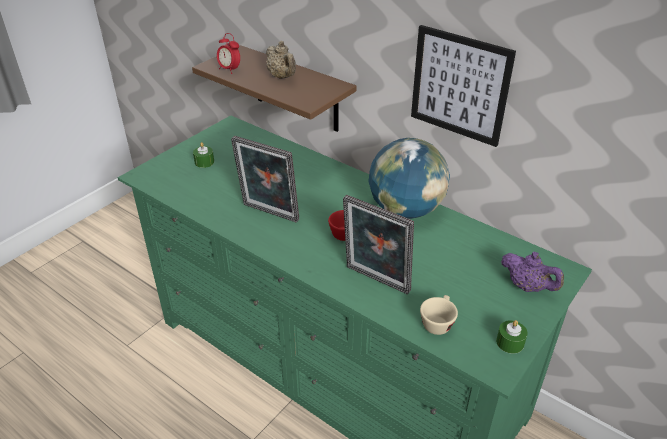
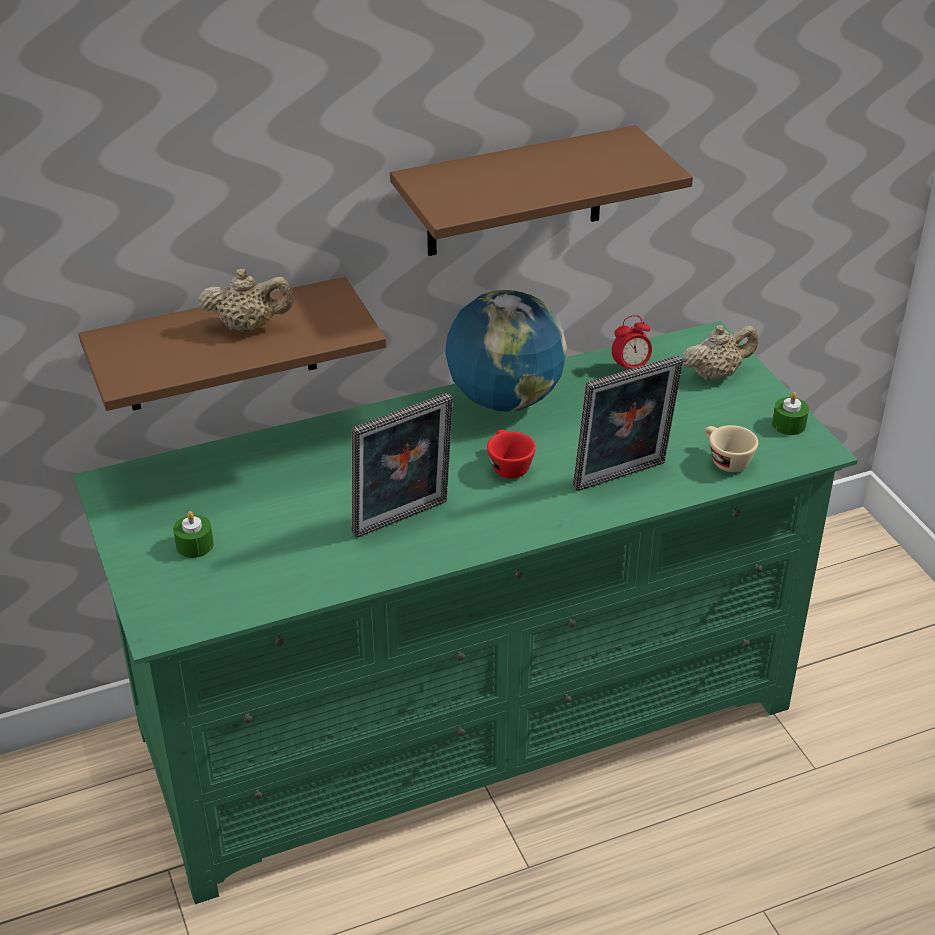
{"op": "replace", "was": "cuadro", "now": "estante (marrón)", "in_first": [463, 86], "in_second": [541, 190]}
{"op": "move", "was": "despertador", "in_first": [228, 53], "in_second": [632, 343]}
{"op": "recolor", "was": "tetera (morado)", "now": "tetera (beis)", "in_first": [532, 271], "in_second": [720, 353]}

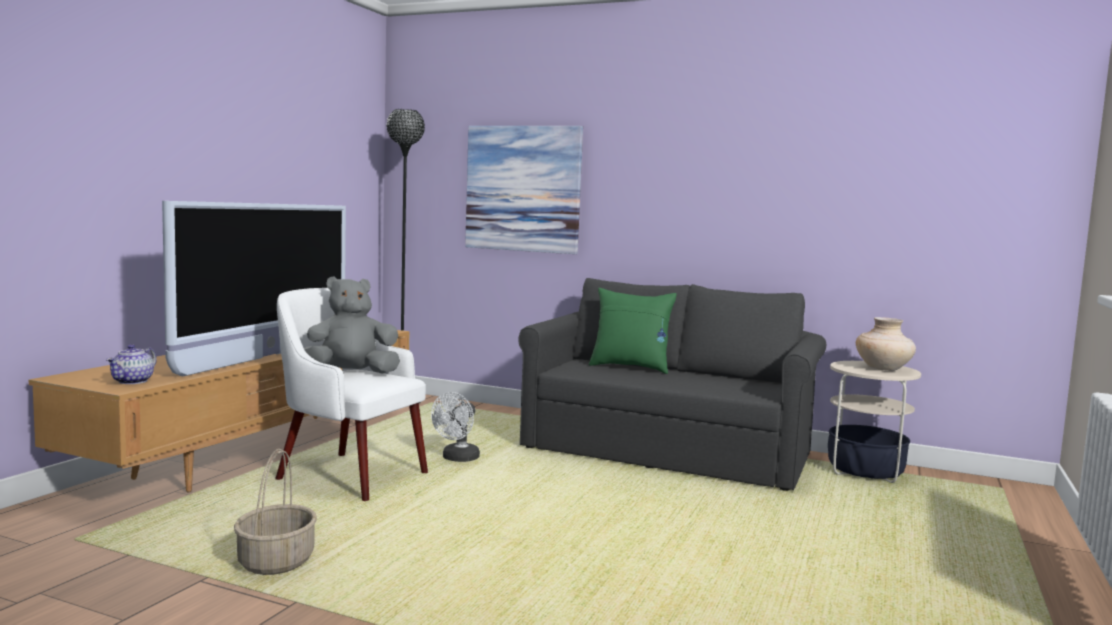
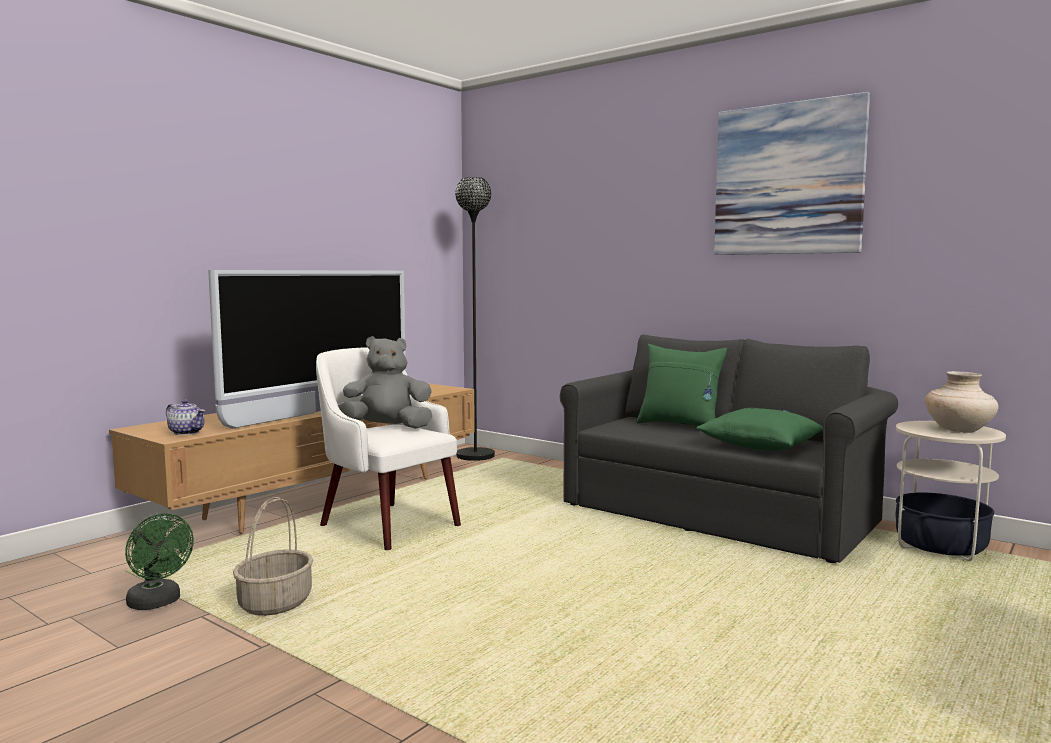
{"op": "insert", "now": "ventilador (verde)", "in_second": [159, 561]}
{"op": "rotate", "was": "tetera", "in_first": [131, 364], "in_second": [185, 417], "clockwise": -90}
{"op": "insert", "now": "cojín (verde)", "in_second": [759, 429]}
{"op": "move", "was": "cuadro", "in_first": [524, 190], "in_second": [792, 173]}
{"op": "delete", "was": "ventilador (blanco)", "in_first": [455, 427]}

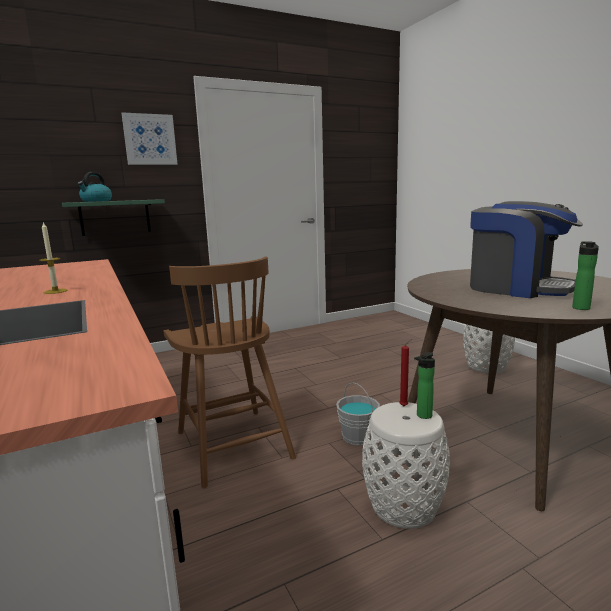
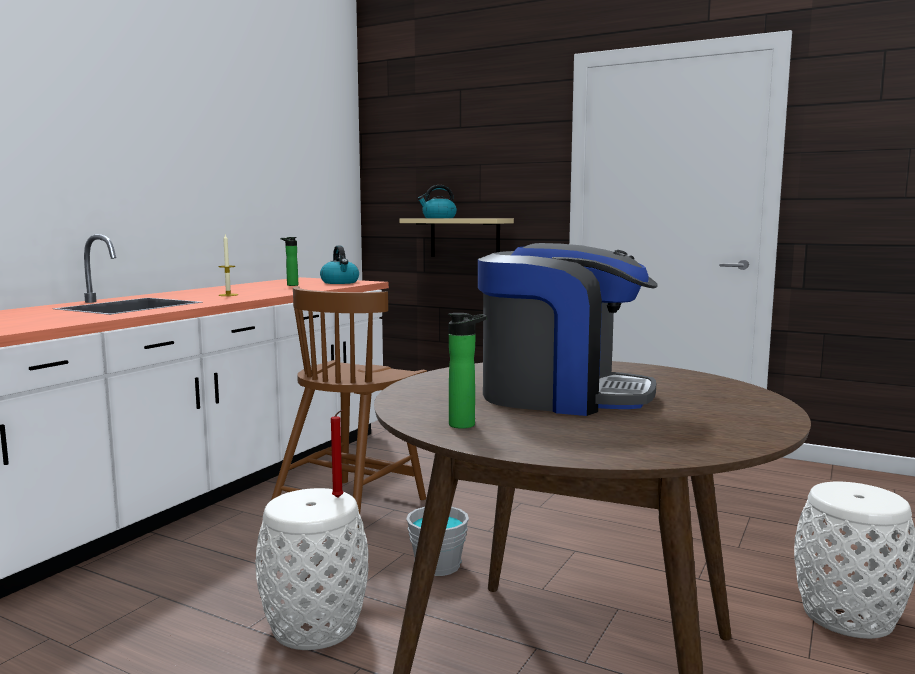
{"op": "move", "was": "botella", "in_first": [424, 385], "in_second": [289, 261]}
{"op": "insert", "now": "hervidor", "in_second": [339, 265]}
{"op": "recolor", "was": "estante (verde)", "now": "estante (beis)", "in_first": [113, 217], "in_second": [456, 237]}
{"op": "rotate", "was": "cafetera", "in_first": [526, 249], "in_second": [568, 329], "clockwise": -75}
{"op": "delete", "was": "cuadro", "in_first": [150, 138]}

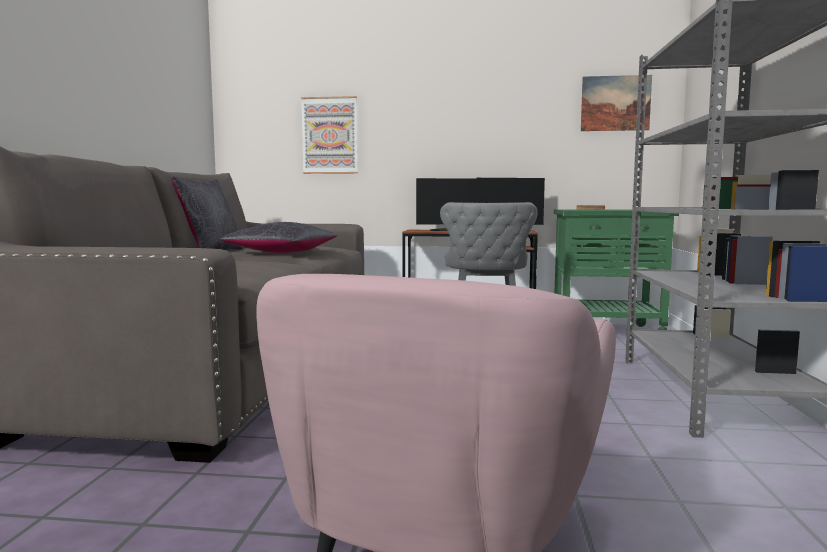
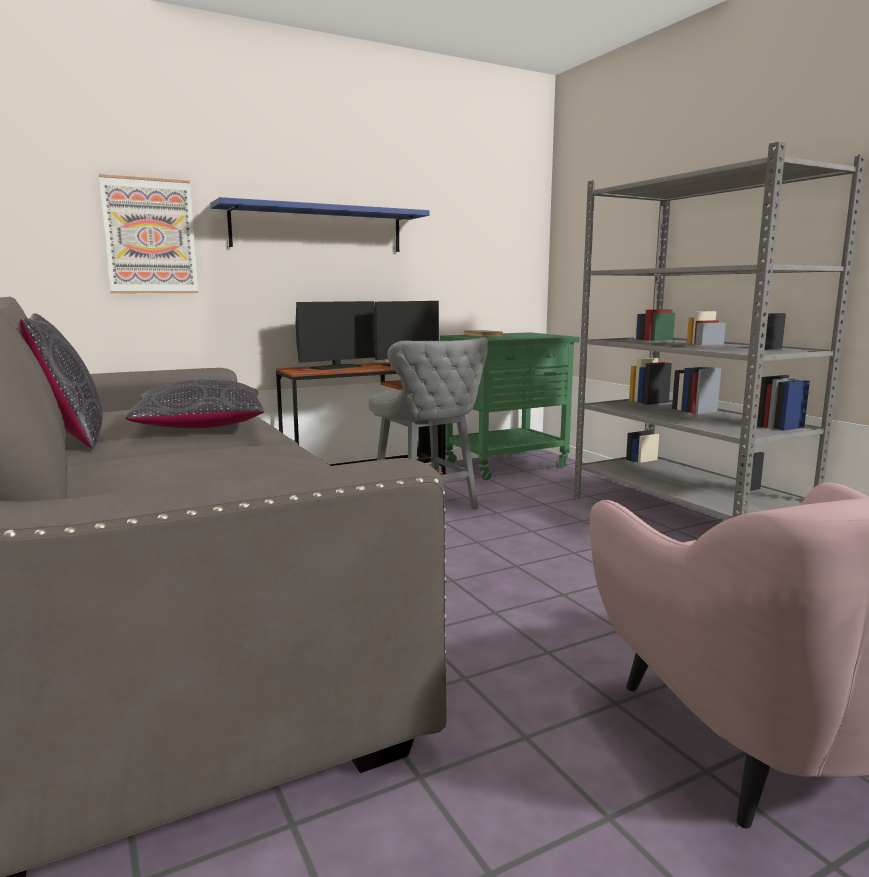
{"op": "insert", "now": "estante (azul)", "in_second": [319, 224]}
{"op": "delete", "was": "cuadro", "in_first": [616, 103]}

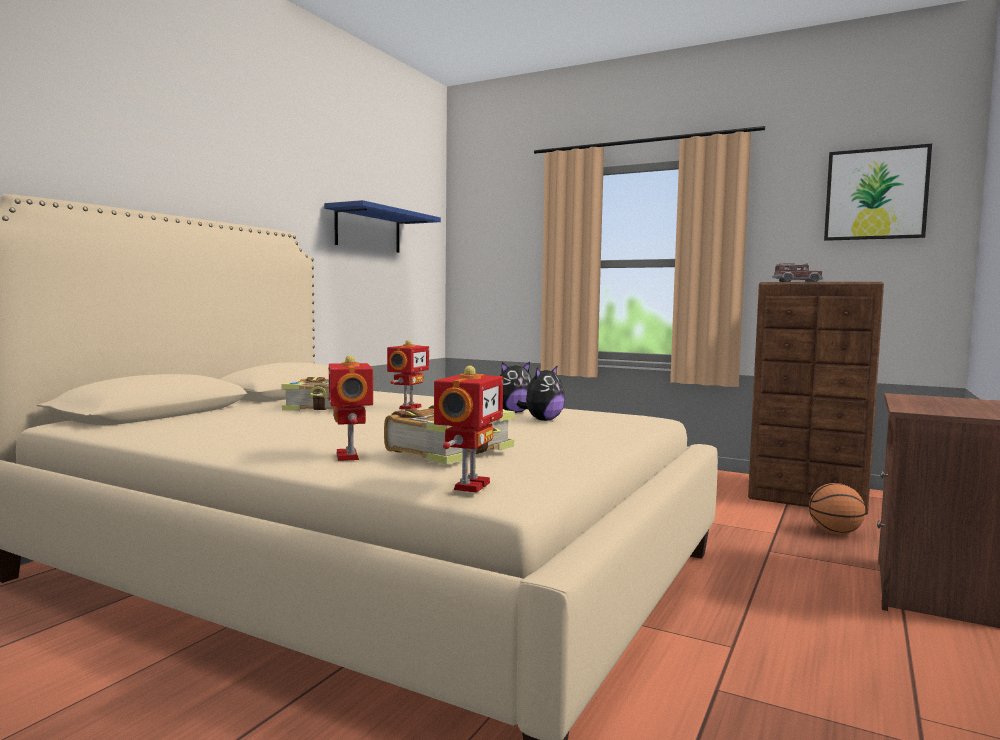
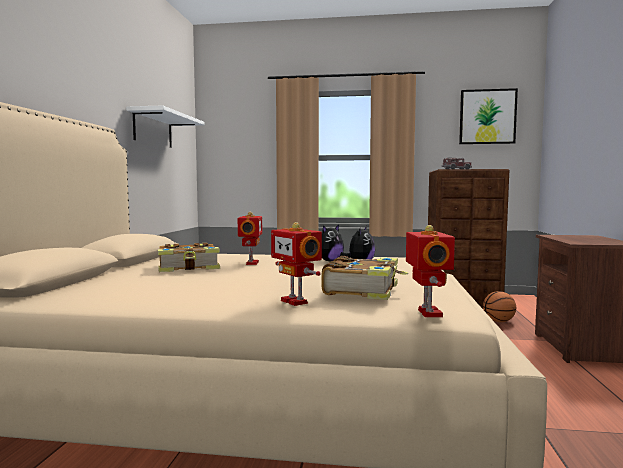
{"op": "recolor", "was": "estante (azul)", "now": "estante (blanco)", "in_first": [382, 226], "in_second": [165, 126]}

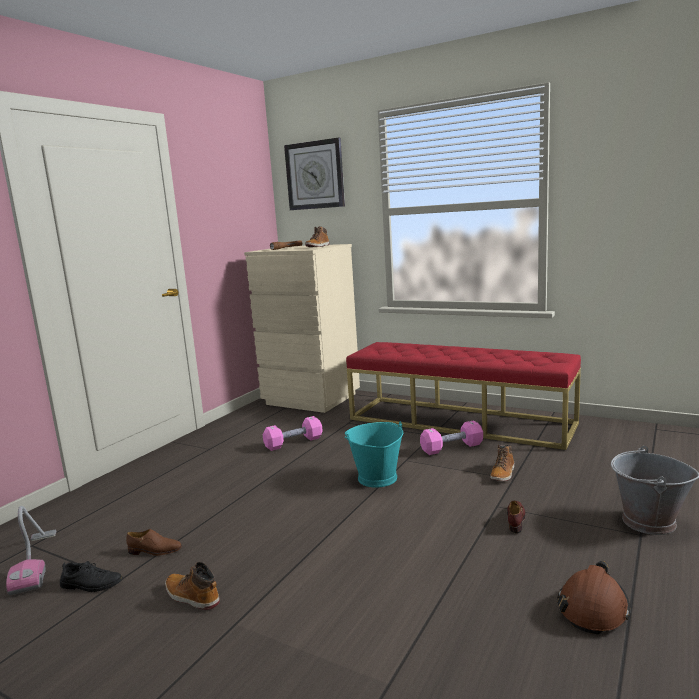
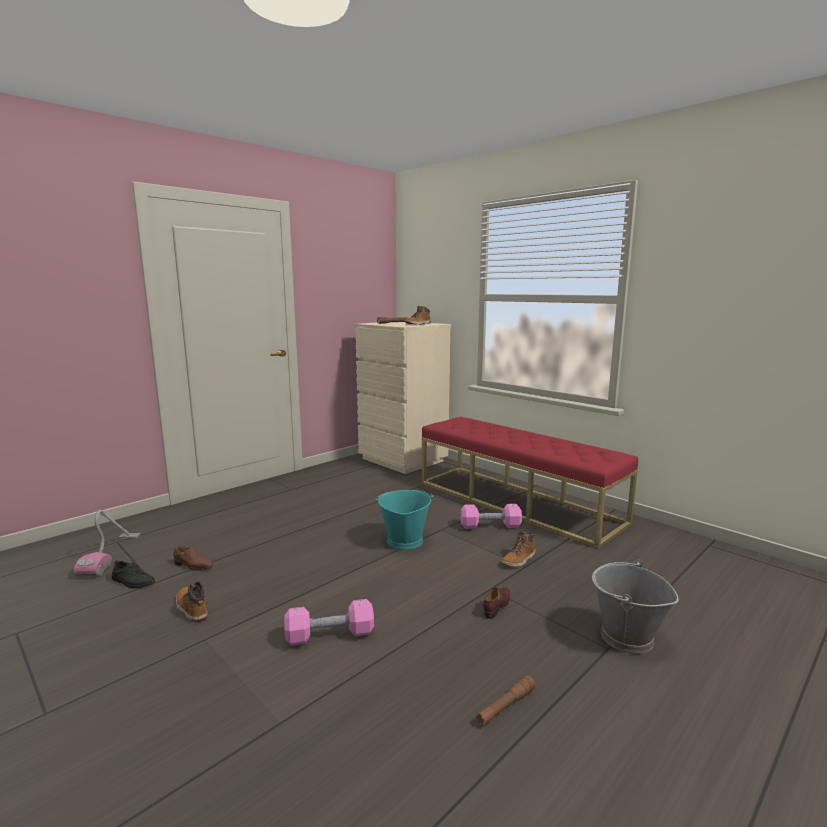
{"op": "move", "was": "mancuerna (rosa)", "in_first": [293, 433], "in_second": [329, 622]}
{"op": "replace", "was": "casco (marrón)", "now": "linterna (marrón)", "in_first": [593, 597], "in_second": [505, 700]}
{"op": "delete", "was": "reloj de pared", "in_first": [314, 174]}

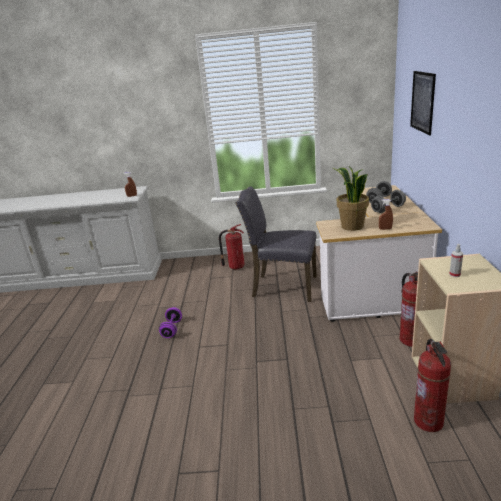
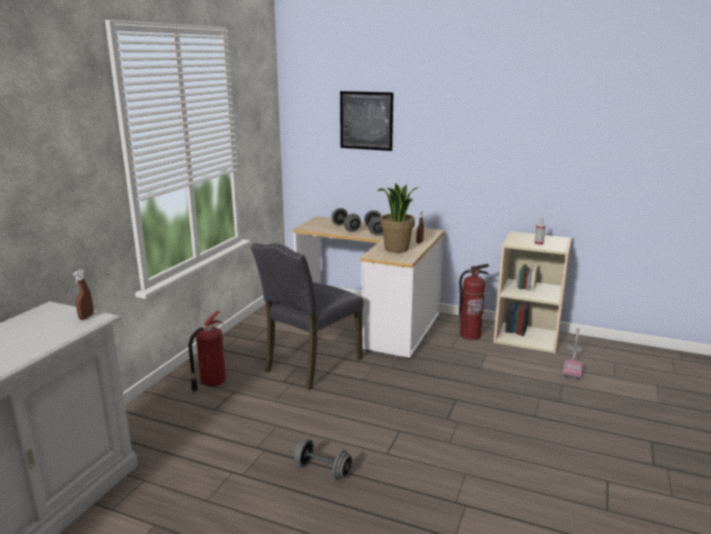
{"op": "recolor", "was": "mancuerna (morado)", "now": "mancuerna (gris)", "in_first": [170, 322], "in_second": [323, 459]}
{"op": "replace", "was": "extintor", "now": "aspiradora", "in_first": [432, 385], "in_second": [573, 353]}

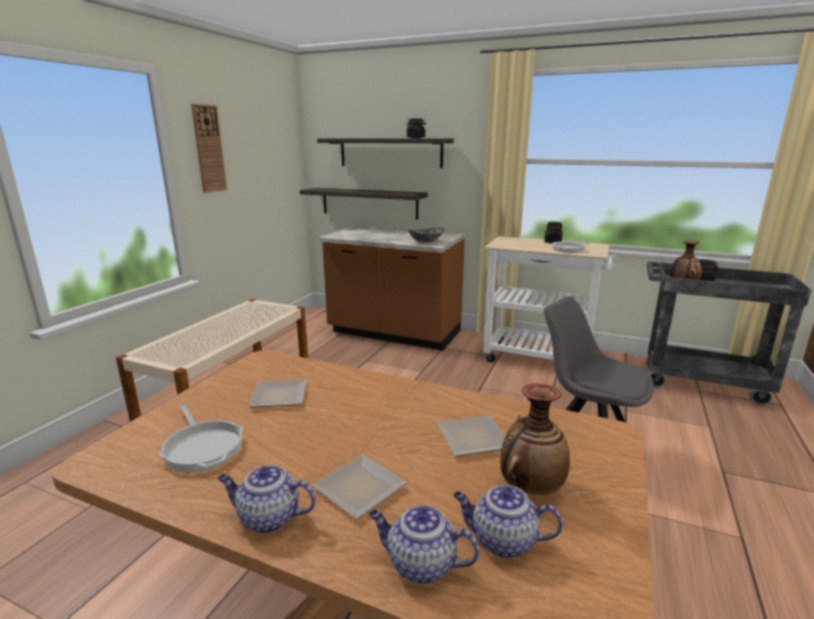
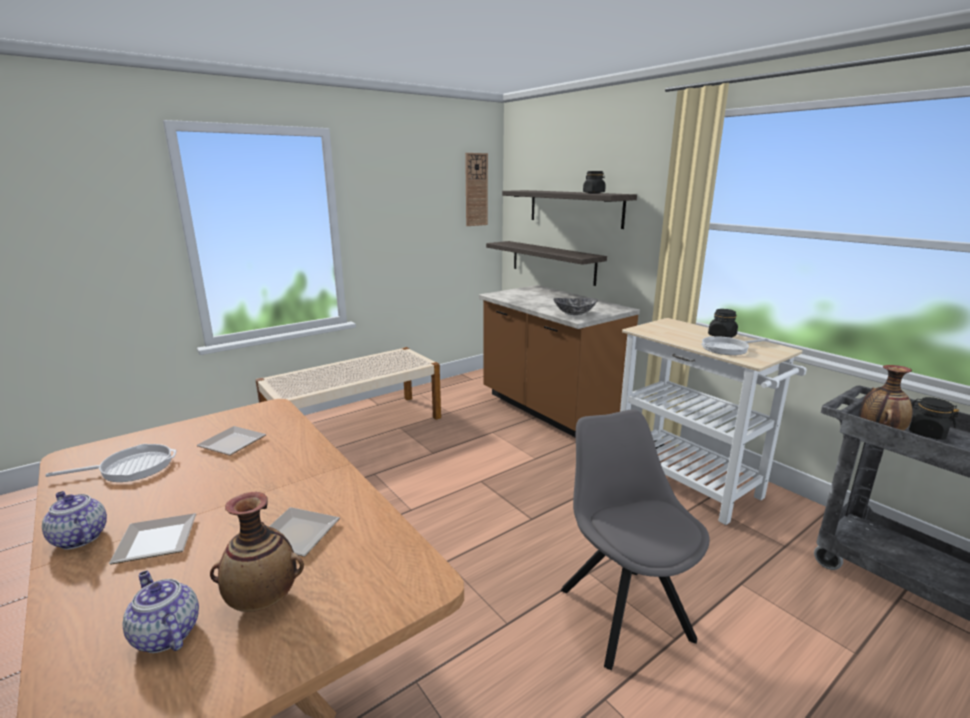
{"op": "rotate", "was": "sartén", "in_first": [201, 438], "in_second": [111, 463], "clockwise": -105}
{"op": "move", "was": "reloj de pared", "in_first": [209, 148], "in_second": [476, 189]}
{"op": "delete", "was": "tetera", "in_first": [424, 544]}

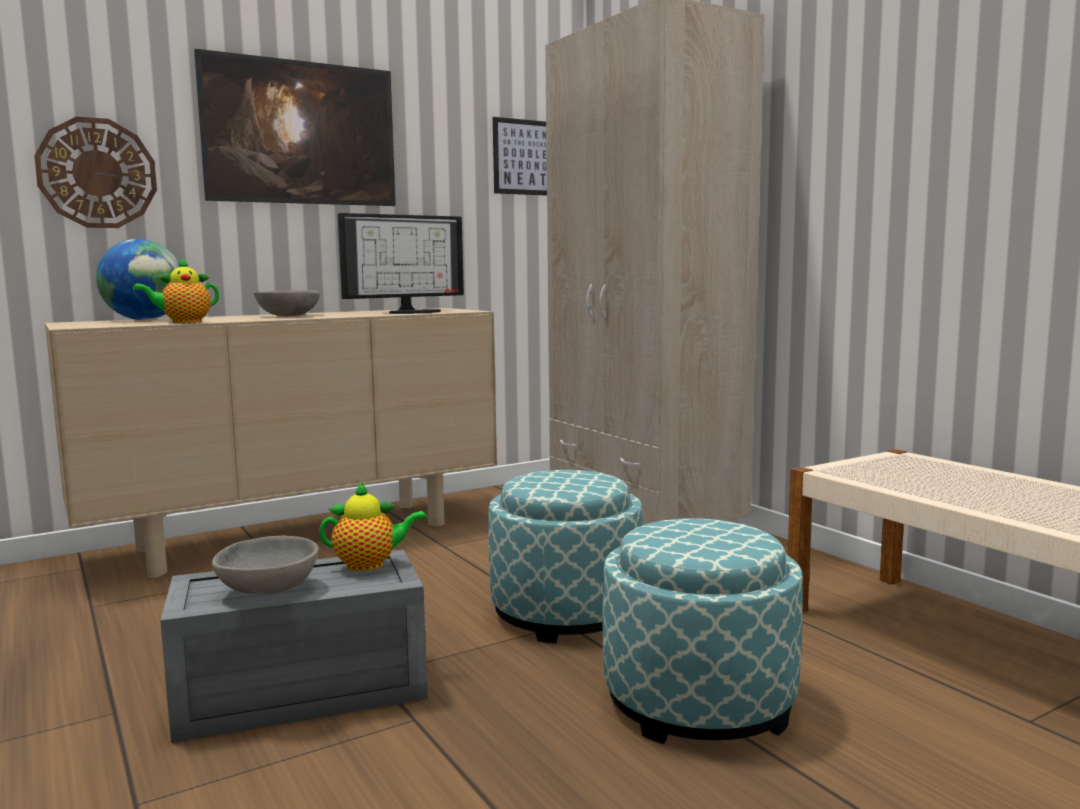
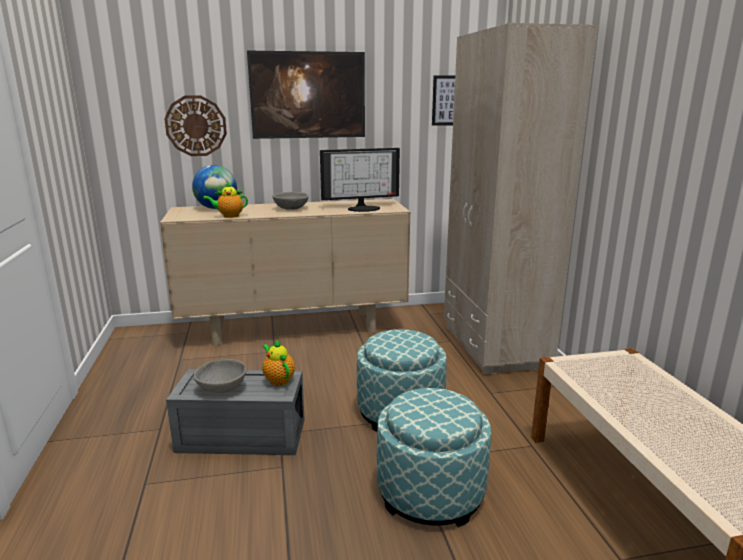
{"op": "rotate", "was": "tetera", "in_first": [373, 526], "in_second": [278, 362], "clockwise": -135}

